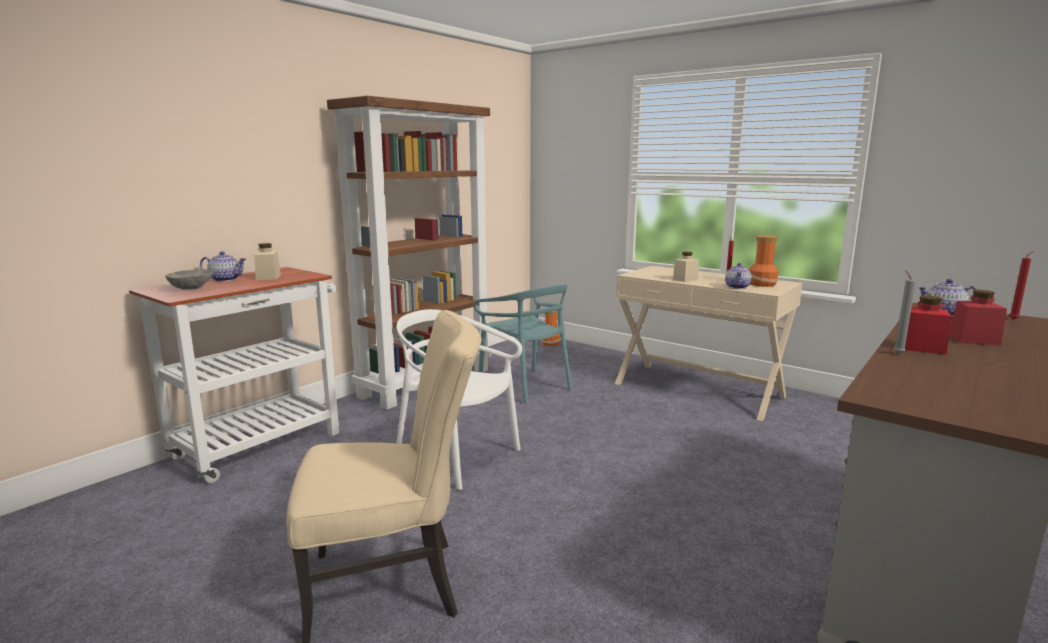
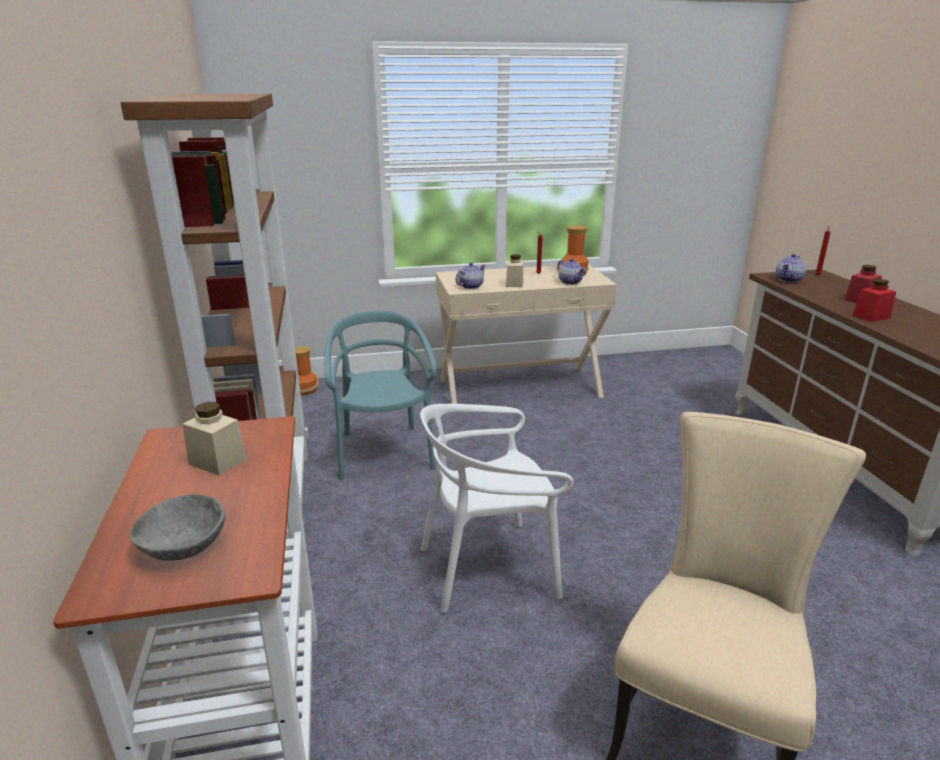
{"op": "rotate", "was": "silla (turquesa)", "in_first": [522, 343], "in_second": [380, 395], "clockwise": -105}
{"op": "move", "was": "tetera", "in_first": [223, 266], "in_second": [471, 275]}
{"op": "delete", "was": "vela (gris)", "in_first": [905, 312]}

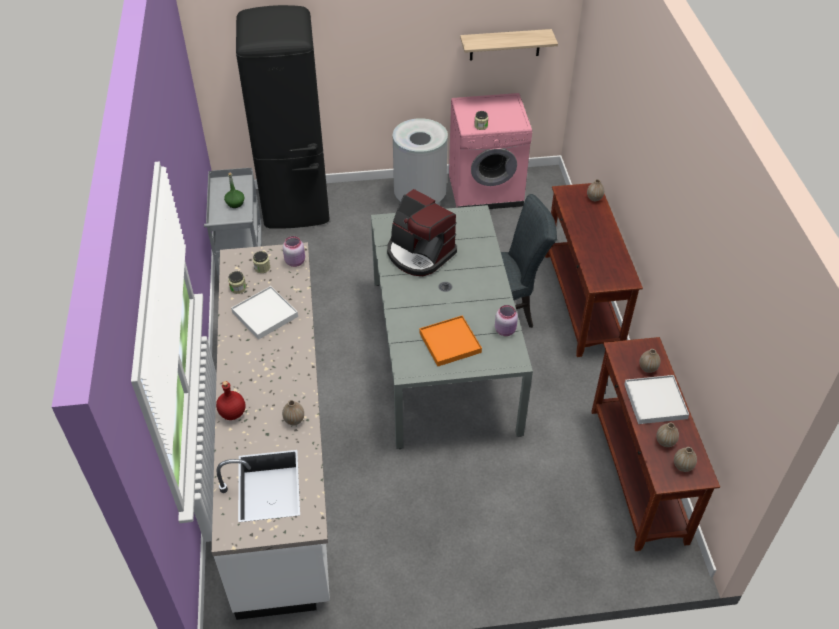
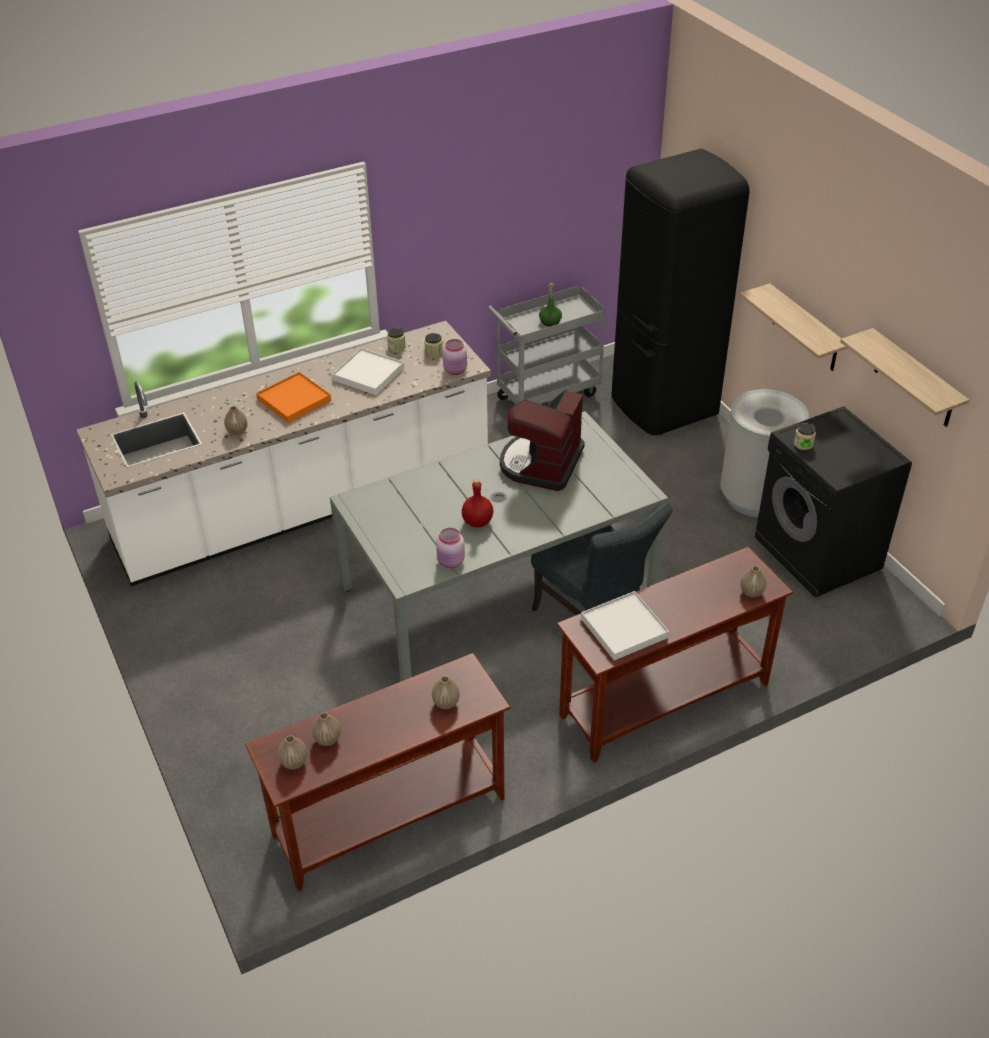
{"op": "move", "was": "bandeja (naranja)", "in_first": [450, 340], "in_second": [293, 397]}
{"op": "move", "was": "botella (rojo)", "in_first": [231, 400], "in_second": [477, 503]}
{"op": "move", "was": "bandeja (blanco)", "in_first": [656, 399], "in_second": [625, 625]}
{"op": "insert", "now": "estante", "in_second": [793, 327]}
{"op": "recolor", "was": "lavadora (rosa)", "now": "lavadora (negro)", "in_first": [490, 151], "in_second": [833, 501]}

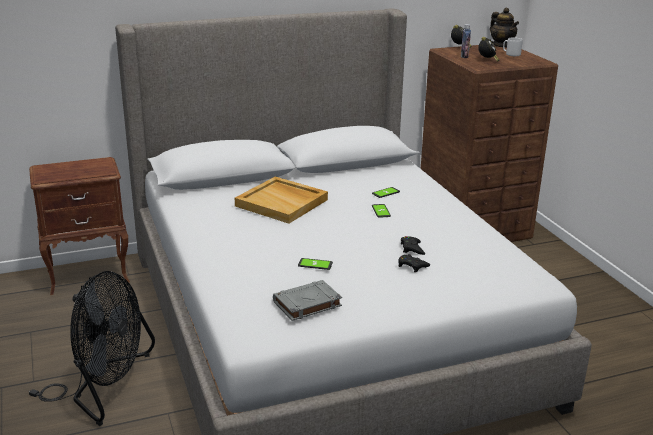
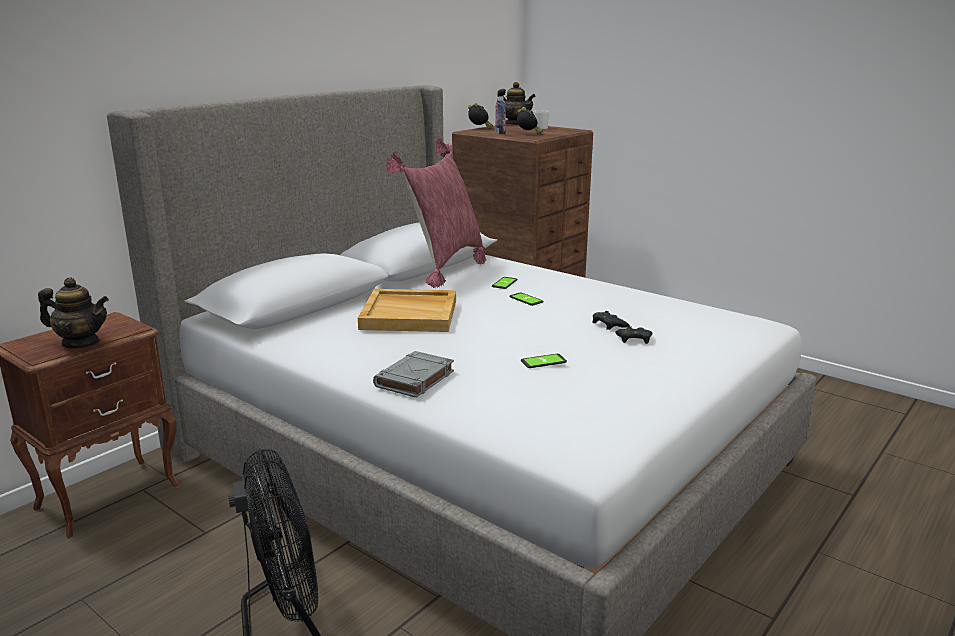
{"op": "insert", "now": "tetera", "in_second": [73, 312]}
{"op": "move", "was": "libro (gris)", "in_first": [307, 300], "in_second": [413, 374]}
{"op": "insert", "now": "cojín (rojo)", "in_second": [436, 213]}

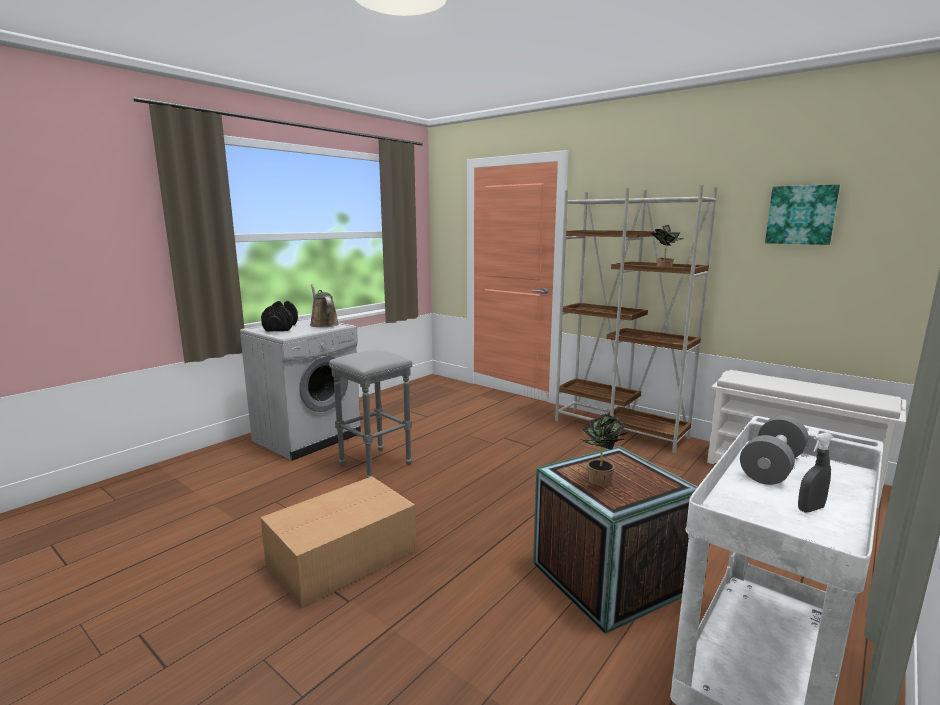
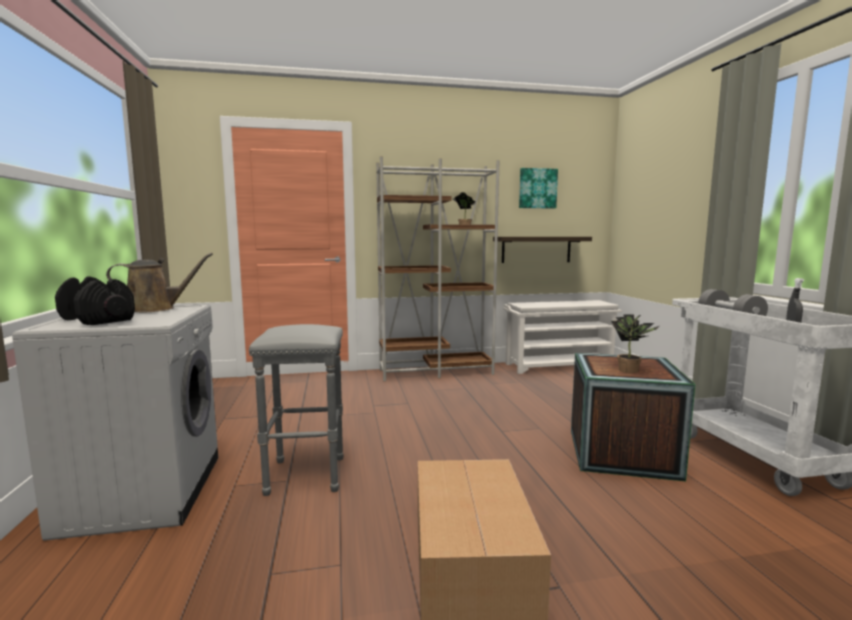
{"op": "rotate", "was": "regadera (marrón)", "in_first": [324, 305], "in_second": [159, 282], "clockwise": 150}
{"op": "insert", "now": "estante", "in_second": [542, 250]}

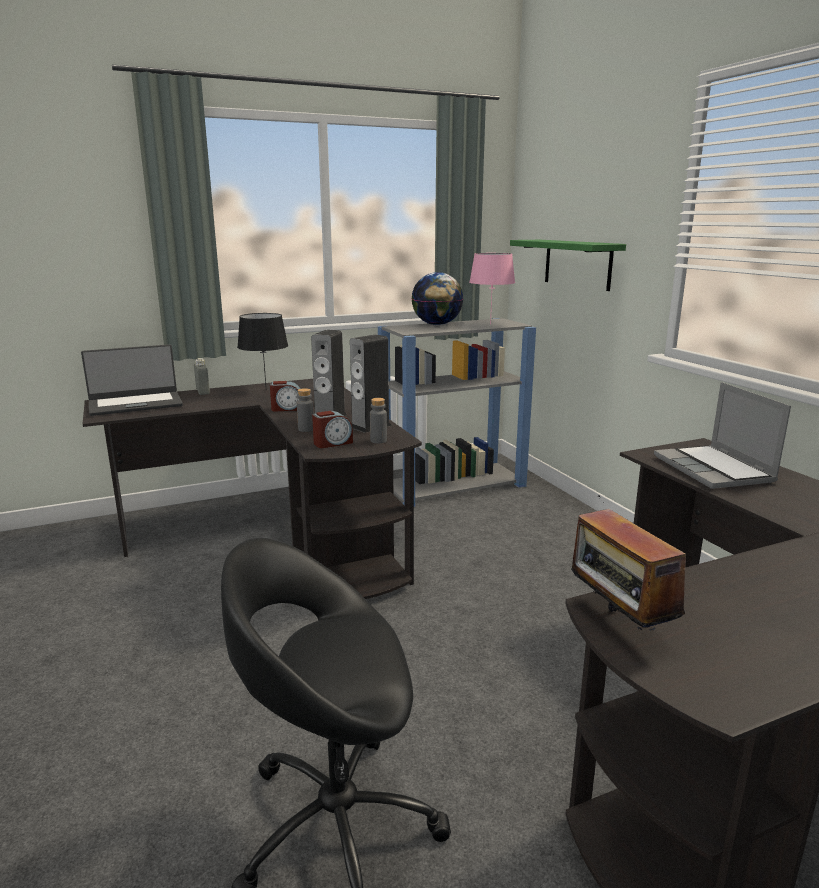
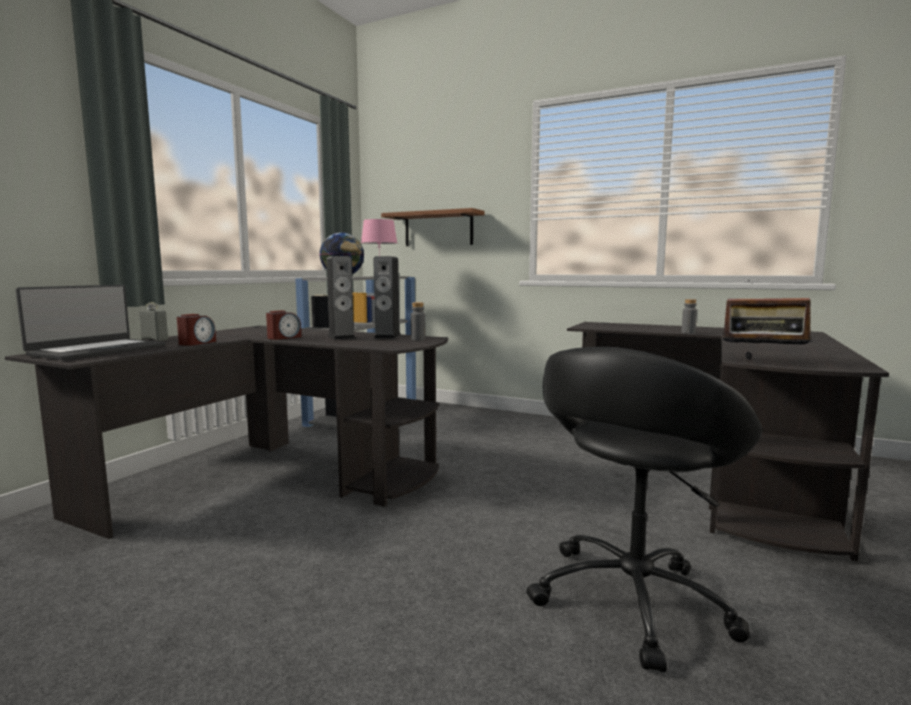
{"op": "move", "was": "despertador", "in_first": [332, 429], "in_second": [196, 330]}
{"op": "recolor", "was": "estante (verde)", "now": "estante (marrón)", "in_first": [568, 265], "in_second": [432, 227]}
{"op": "move", "was": "botella (gris)", "in_first": [305, 410], "in_second": [689, 316]}
{"op": "delete", "was": "lámpara de mesa (negro)", "in_first": [262, 352]}
{"op": "delete", "was": "portátil", "in_first": [722, 435]}

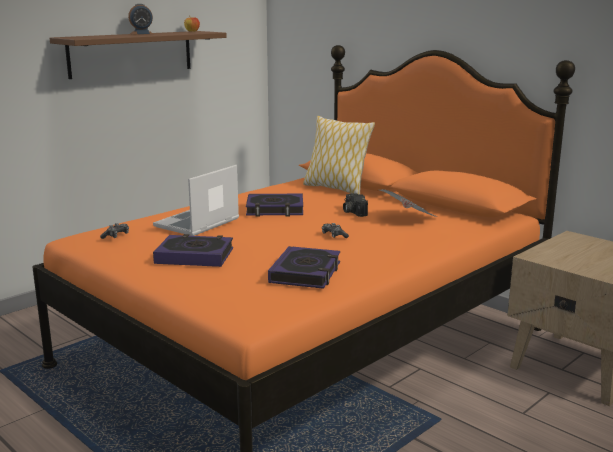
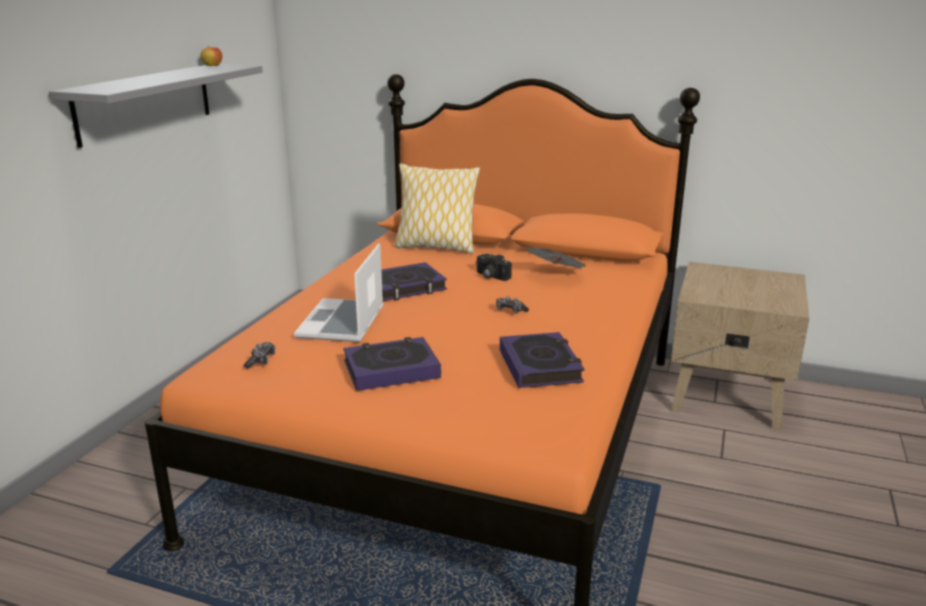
{"op": "recolor", "was": "estante (marrón)", "now": "estante (gris)", "in_first": [138, 55], "in_second": [156, 106]}
{"op": "delete", "was": "despertador", "in_first": [140, 19]}

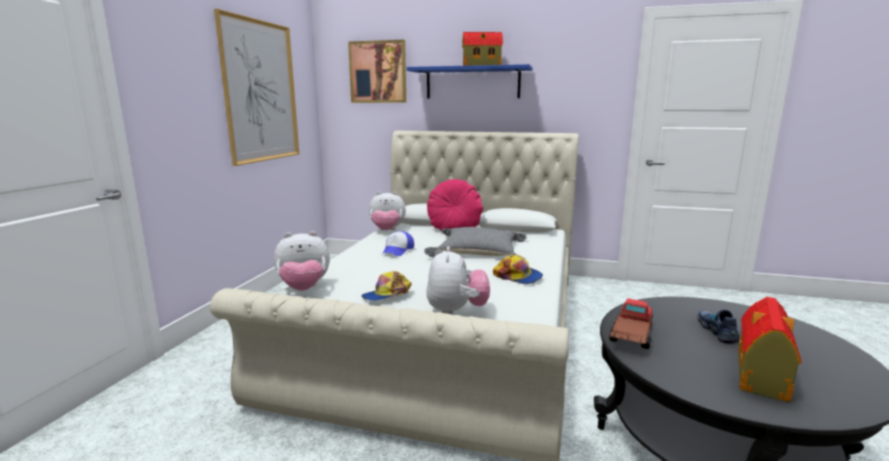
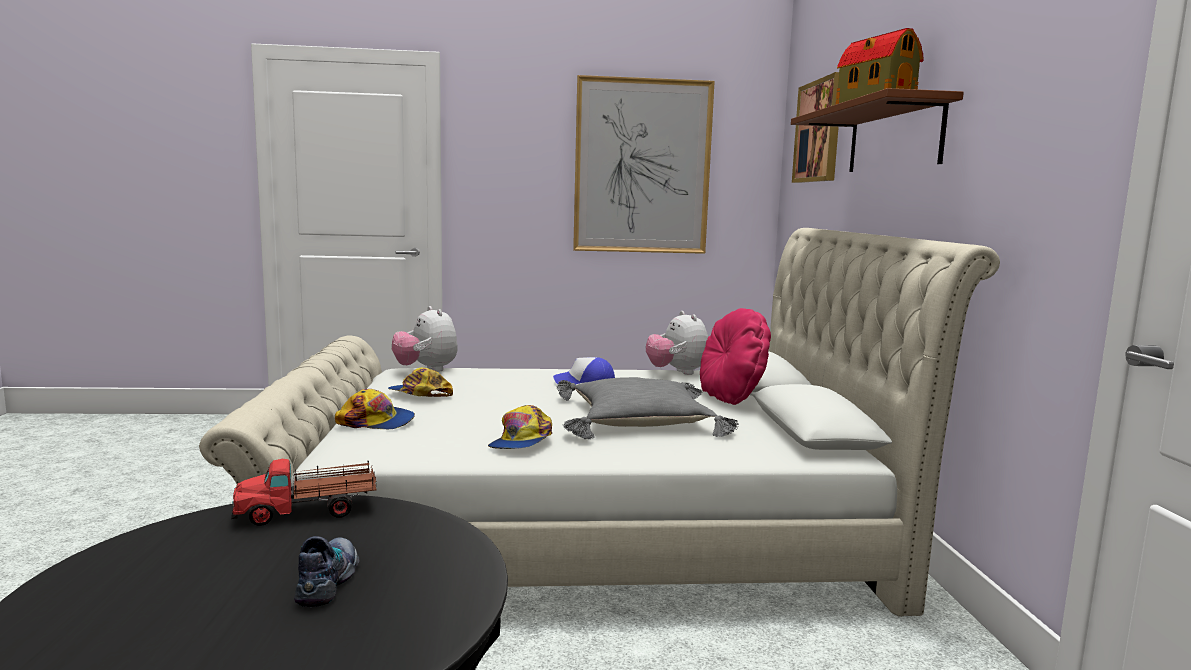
{"op": "rotate", "was": "camión de juguete", "in_first": [631, 323], "in_second": [304, 492], "clockwise": 150}
{"op": "rotate", "was": "zapato", "in_first": [718, 326], "in_second": [327, 571], "clockwise": -75}
{"op": "replace", "was": "peluche", "now": "gorra", "in_first": [458, 280], "in_second": [375, 409]}
{"op": "recolor", "was": "estante (azul)", "now": "estante (marrón)", "in_first": [469, 81], "in_second": [877, 130]}
{"op": "delete", "was": "casita", "in_first": [770, 349]}

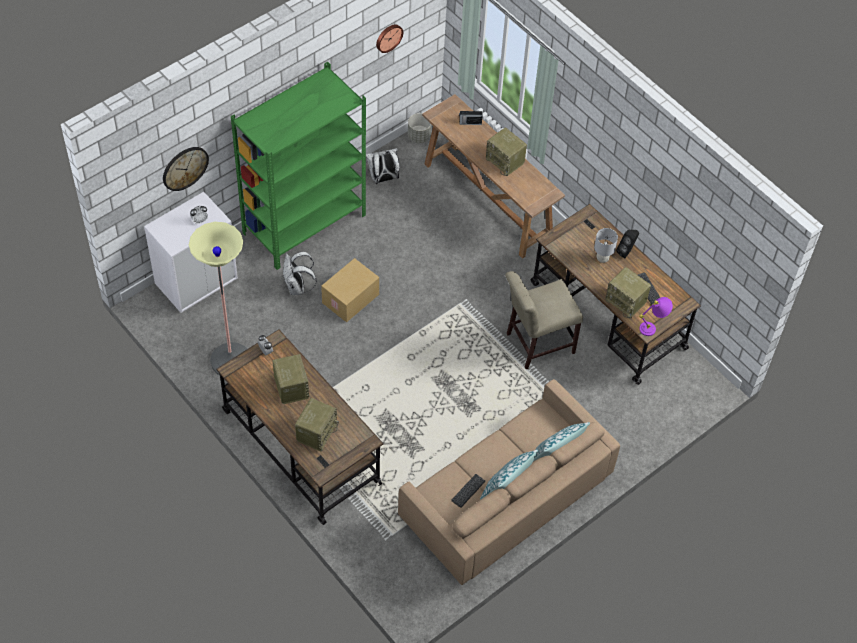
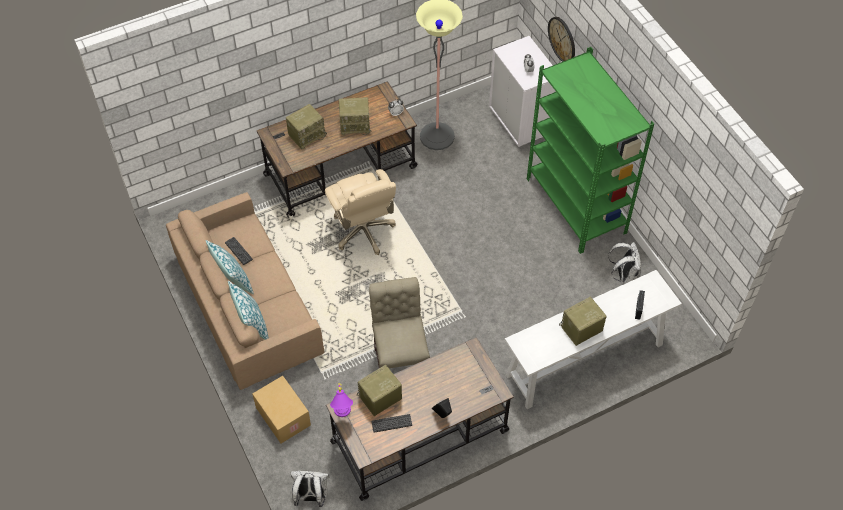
{"op": "move", "was": "caja de cartón", "in_first": [350, 290], "in_second": [281, 409]}
{"op": "rotate", "was": "radio", "in_first": [317, 424], "in_second": [306, 126], "clockwise": -75}
{"op": "move", "was": "mochila (blanco)", "in_first": [300, 273], "in_second": [310, 489]}
{"op": "insert", "now": "silla de oficina (beis)", "in_second": [360, 212]}
{"op": "recolor", "was": "mesa consola (marrón)", "now": "mesa consola (blanco)", "in_first": [493, 176], "in_second": [593, 339]}
{"op": "delete", "was": "reloj de pared", "in_first": [389, 38]}
{"op": "delete", "was": "maceta (gris)", "in_first": [419, 128]}
{"op": "delete", "was": "lámpara de mesa (gris)", "in_first": [606, 245]}

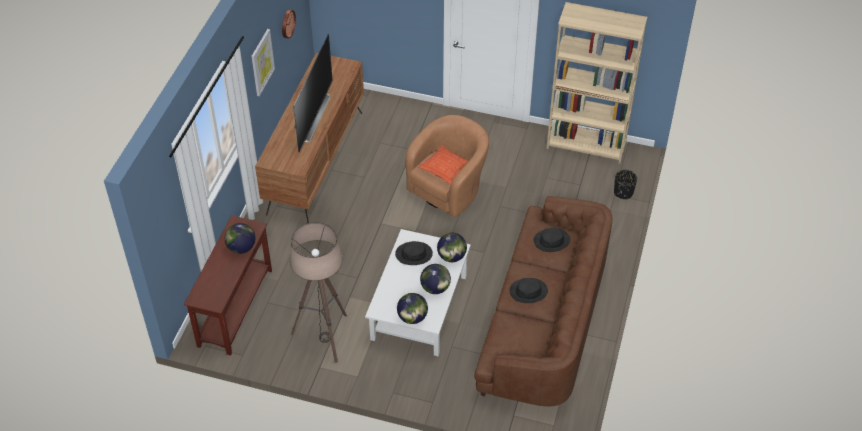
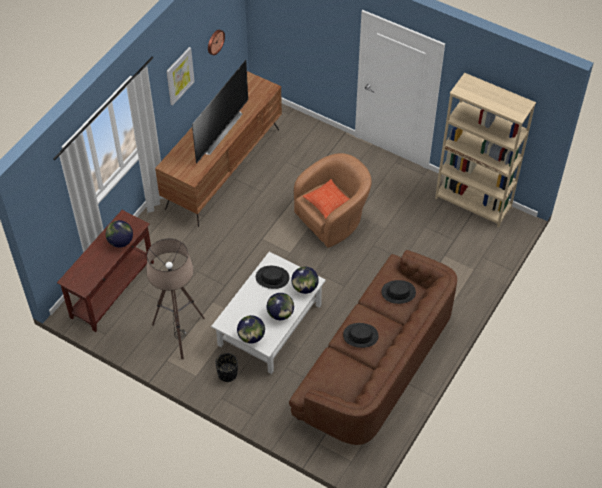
{"op": "move", "was": "maceta (negro)", "in_first": [625, 185], "in_second": [226, 367]}

